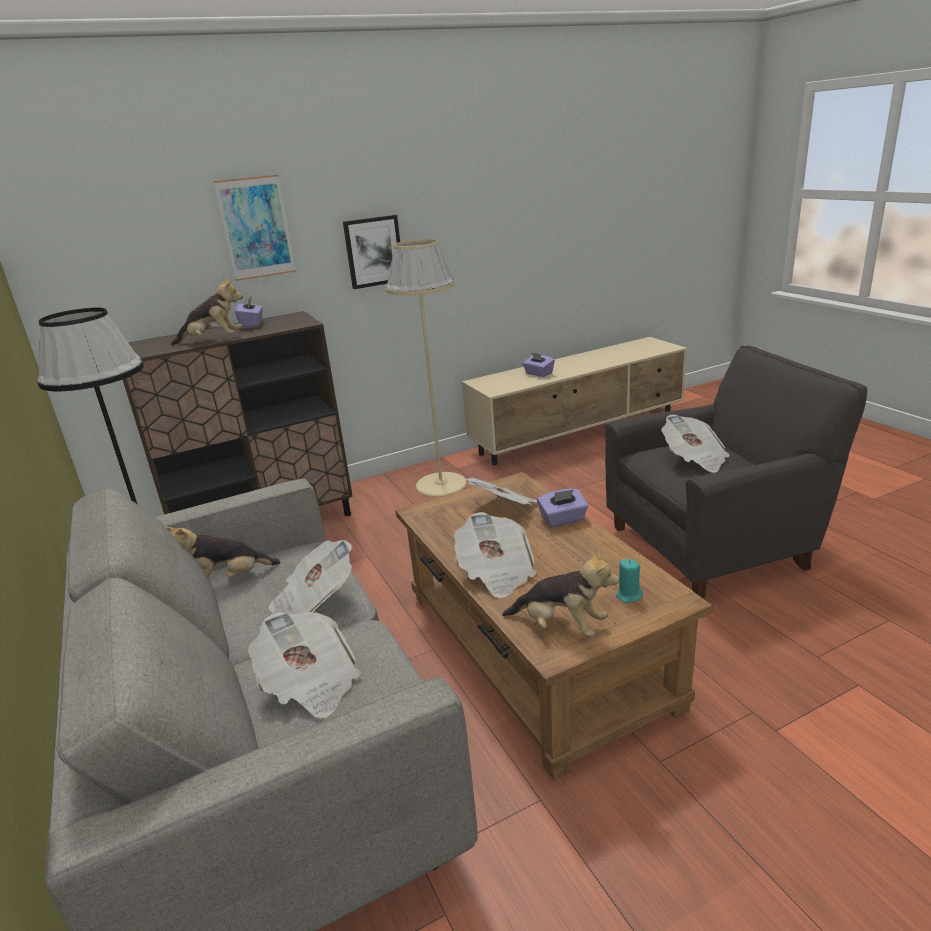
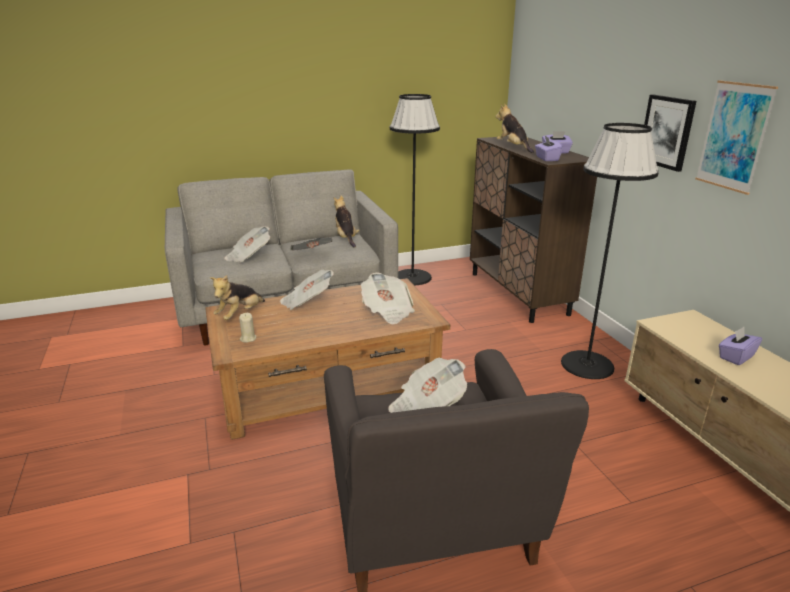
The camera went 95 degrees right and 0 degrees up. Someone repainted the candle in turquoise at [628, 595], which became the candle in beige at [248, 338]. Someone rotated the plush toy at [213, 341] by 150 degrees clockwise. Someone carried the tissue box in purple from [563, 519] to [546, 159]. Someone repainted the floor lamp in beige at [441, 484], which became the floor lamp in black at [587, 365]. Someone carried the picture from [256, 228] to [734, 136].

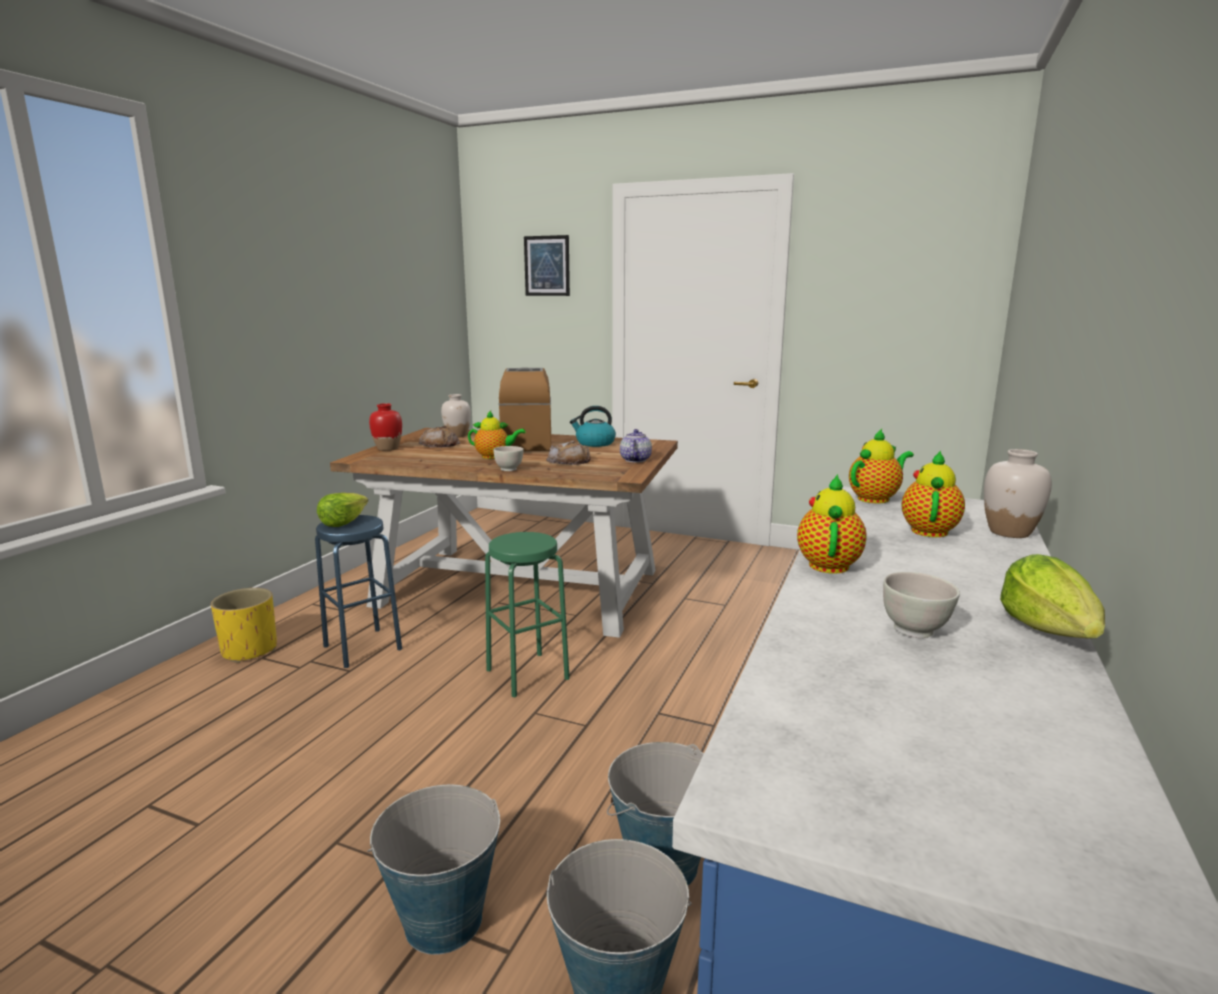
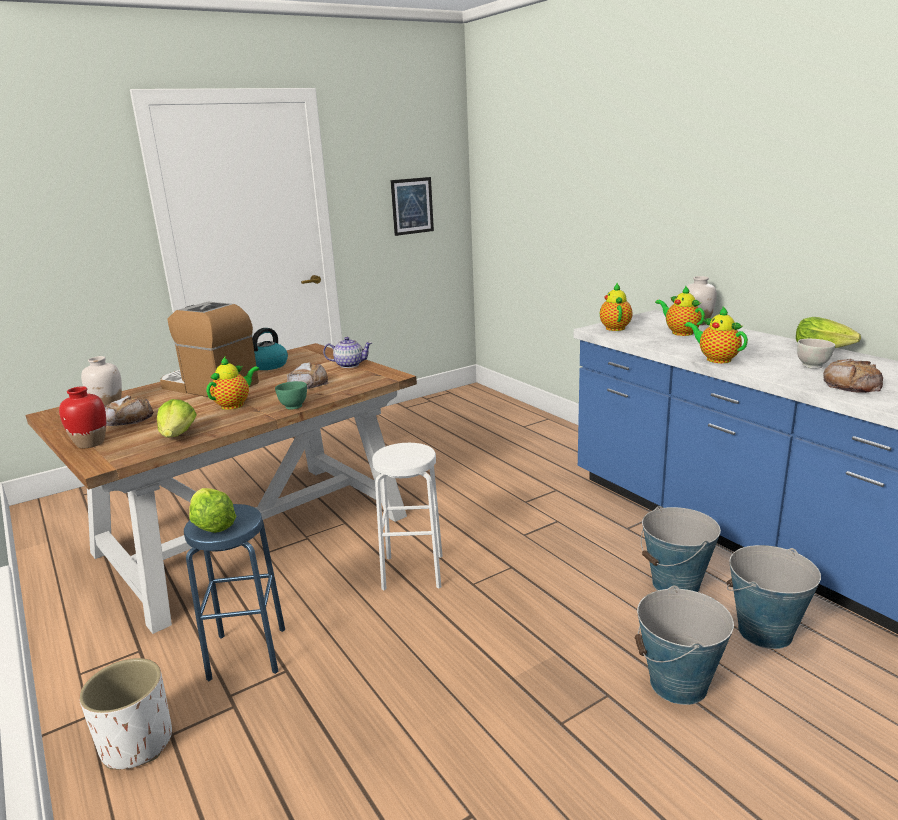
The camera went 55 degrees left and 5 degrees up. Someone repainted the planter in yellow at [249, 650], which became the planter in white at [137, 744]. Someone put down the lettuce at [178, 435]. Someone repainted the bowl in white at [509, 469], which became the bowl in green at [293, 406]. Someone rotated the teapot at [635, 460] by 135 degrees clockwise. Someone repainted the stool in green at [527, 674], which became the stool in white at [413, 572]. Someone carried the picture from [547, 266] to [412, 206]. Someone put down the bread at [852, 384].

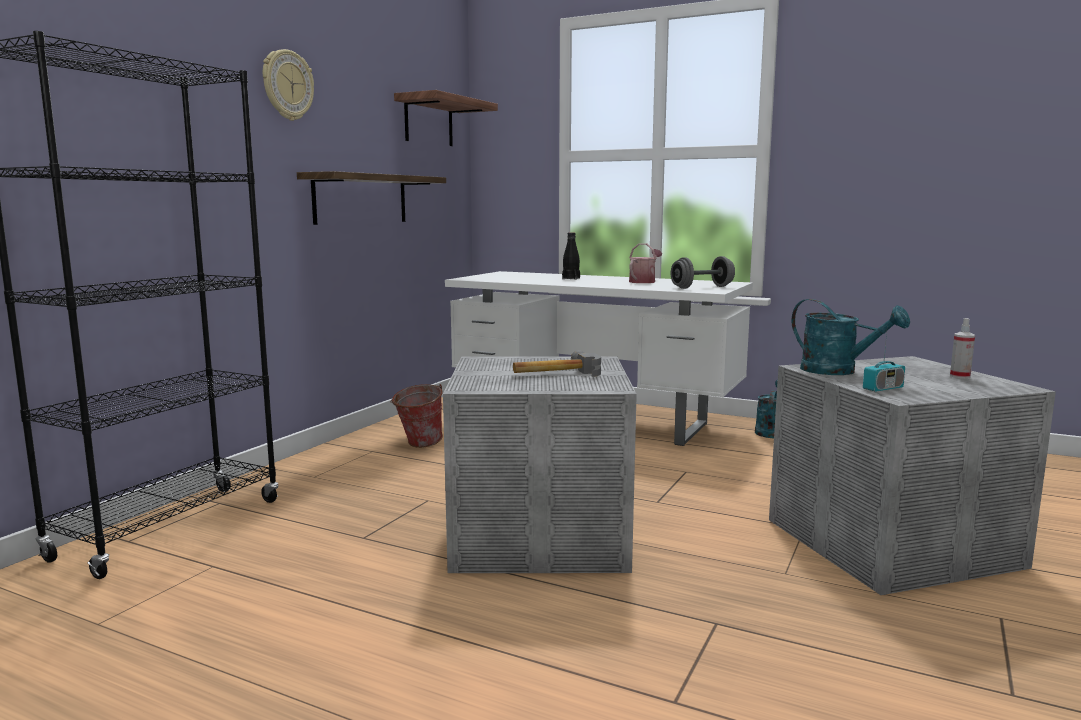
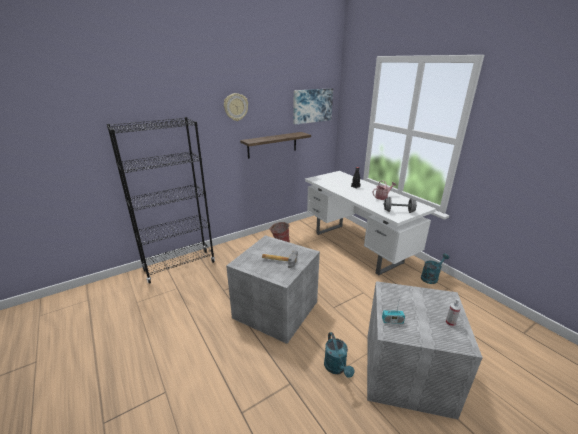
The camera went 30 degrees right and 15 degrees up. Someone swapped the shelf at [428, 122] for the picture at [312, 105]. Someone carried the watering can in turquoise from [838, 371] to [337, 368].

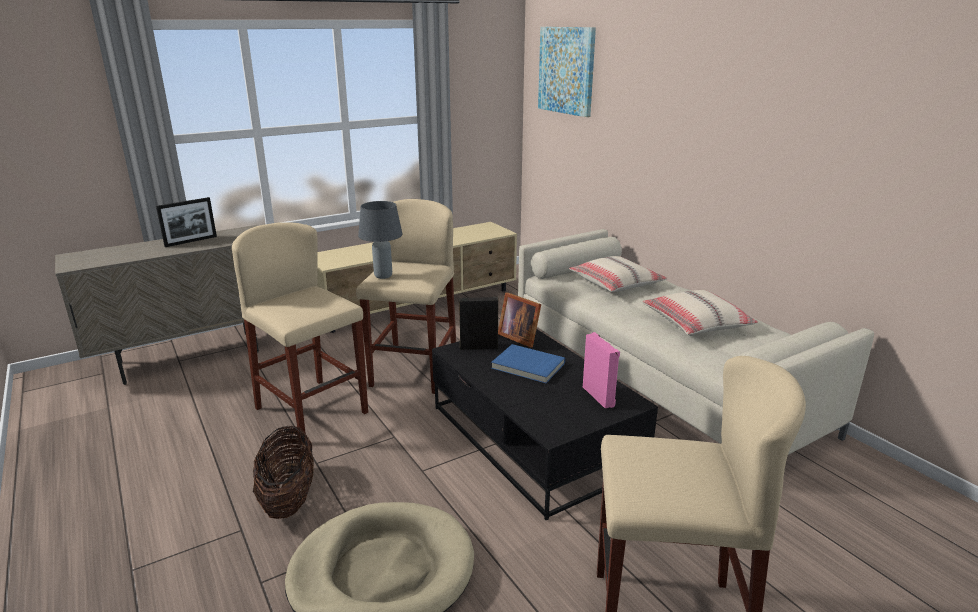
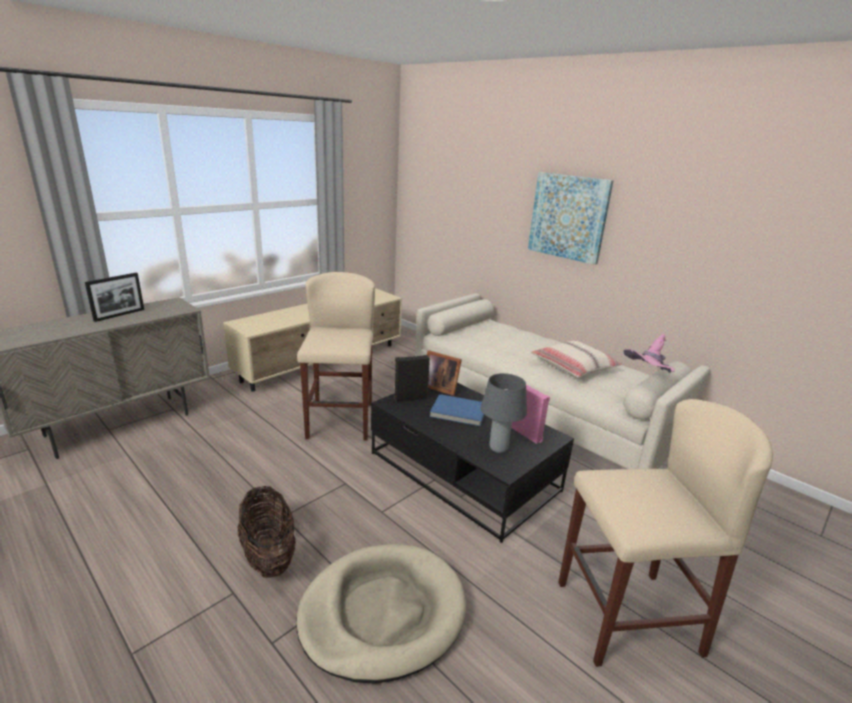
The camera went 15 degrees left and 0 degrees up. Someone carried the table lamp in grey from [384, 276] to [499, 448]. Someone carried the picture from [566, 70] to [568, 217]. Someone put down the hat in pink at [647, 378]. Someone took away the stool in beige at [312, 410]. Someone took away the pillow in beige at [616, 283].

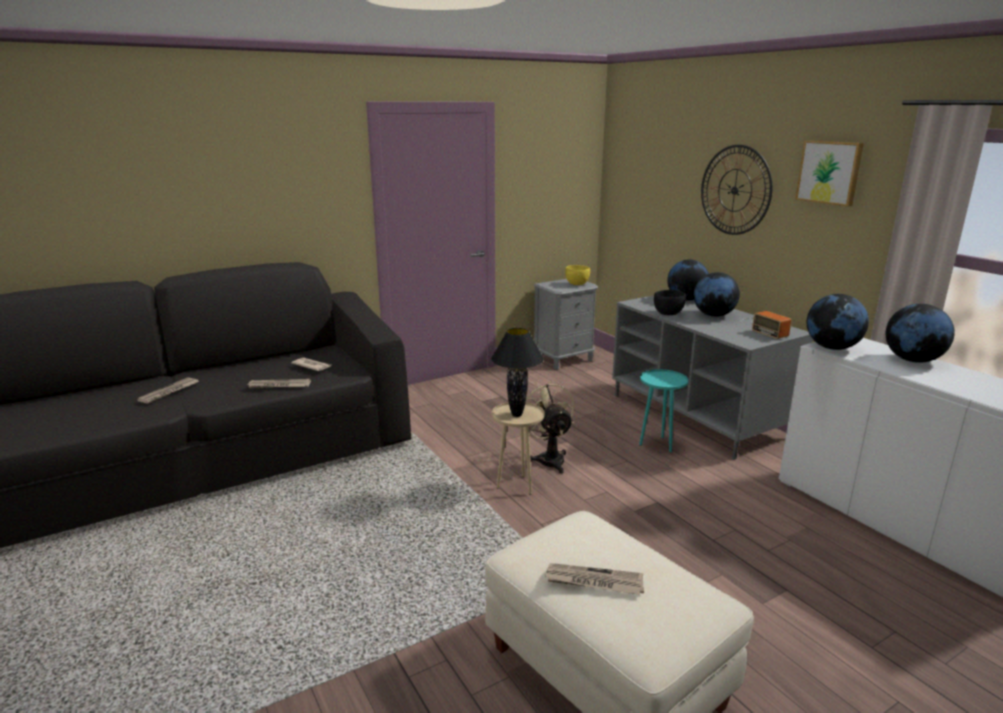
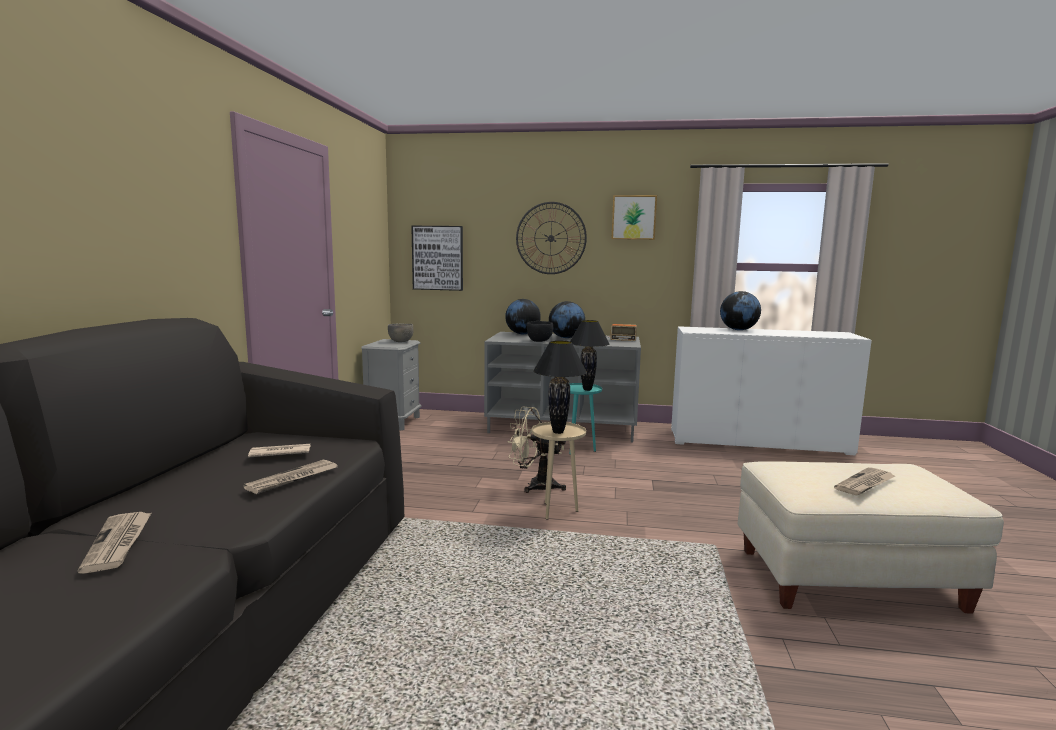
The camera went 50 degrees left and 10 degrees down. Someone repainted the bowl in yellow at [577, 284], which became the bowl in grey at [401, 342]. Someone put up the picture at [438, 258]. Someone put down the table lamp in black at [587, 389]. Someone took away the globe at [832, 348].

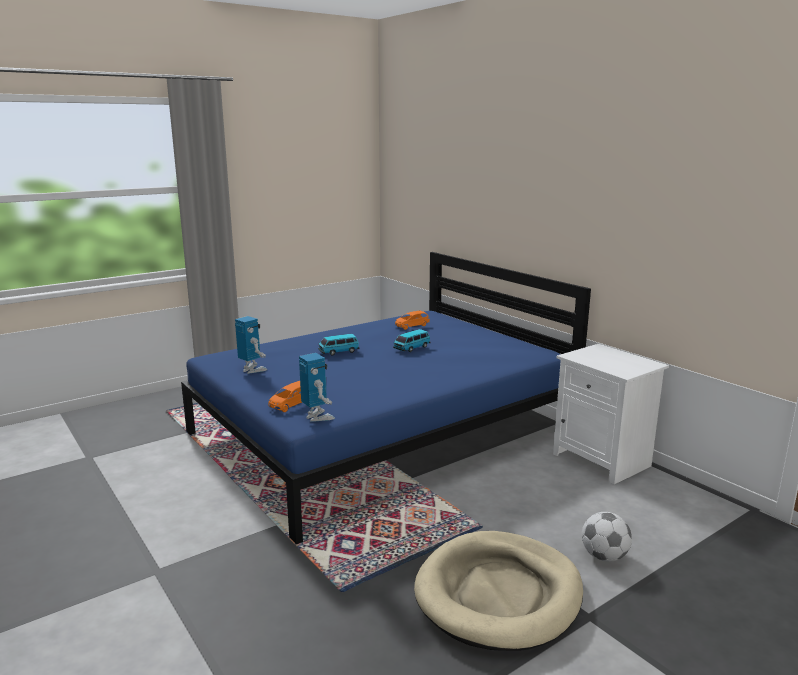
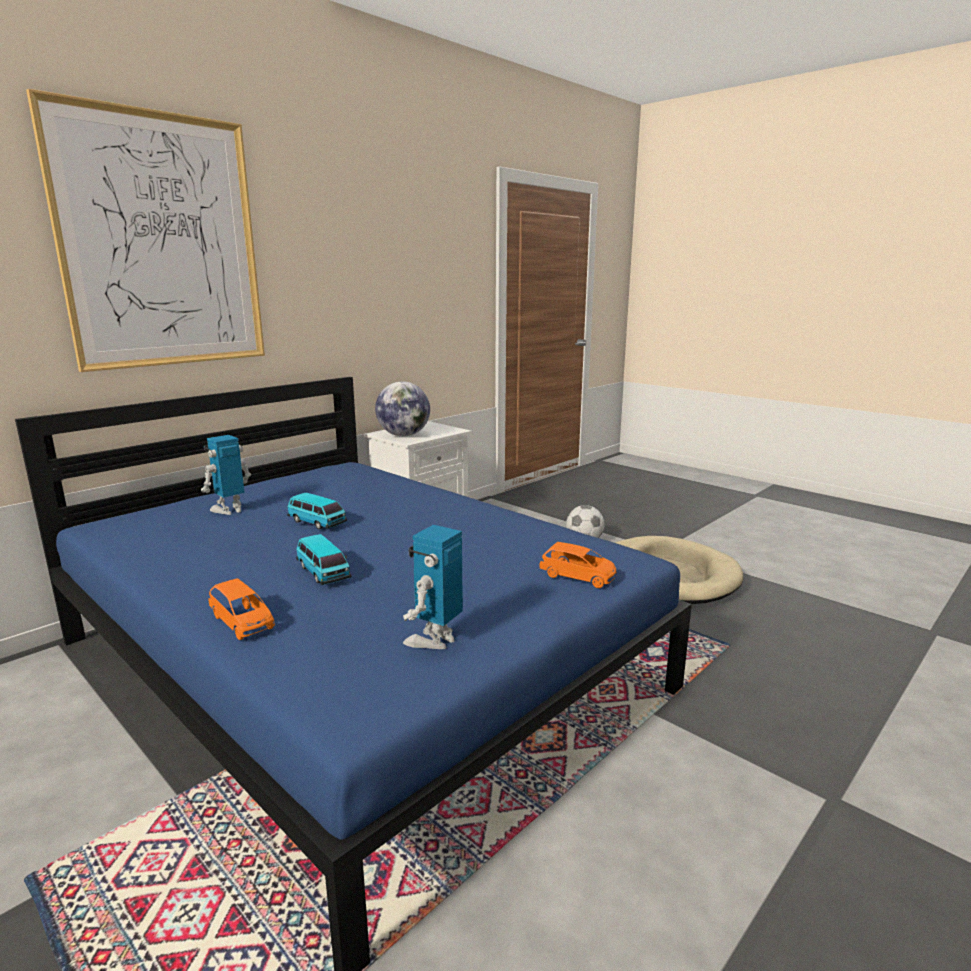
The camera went 100 degrees left and 0 degrees up. Someone put up the picture at [162, 242]. Someone carried the toy robot from [317, 417] to [230, 510]. Someone carried the toy car in orange from [411, 326] to [243, 622]. Someone put down the globe at [403, 435].

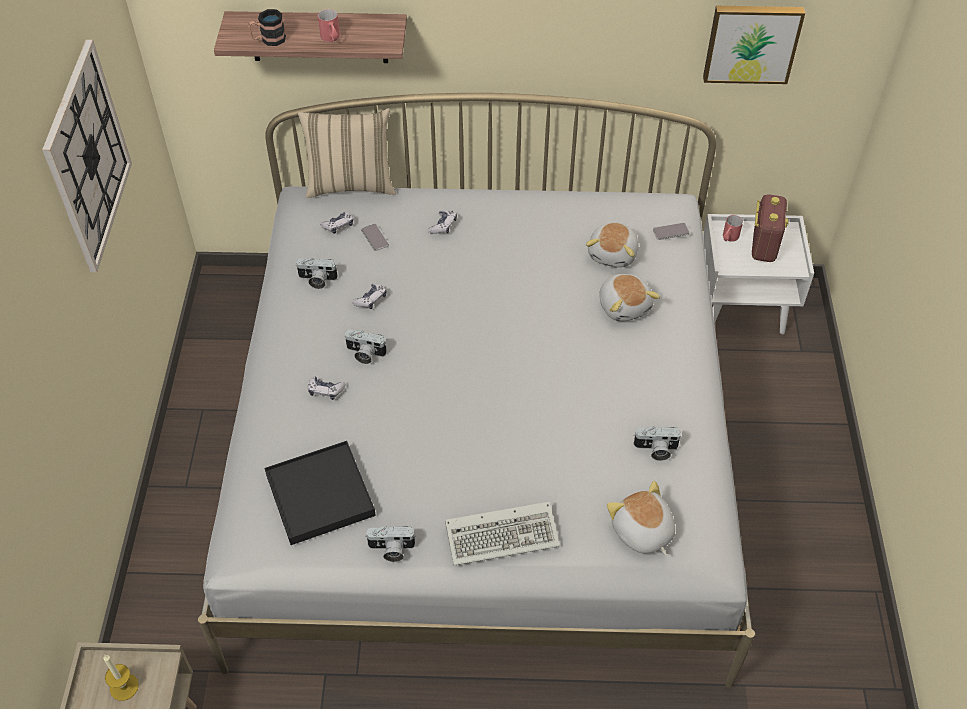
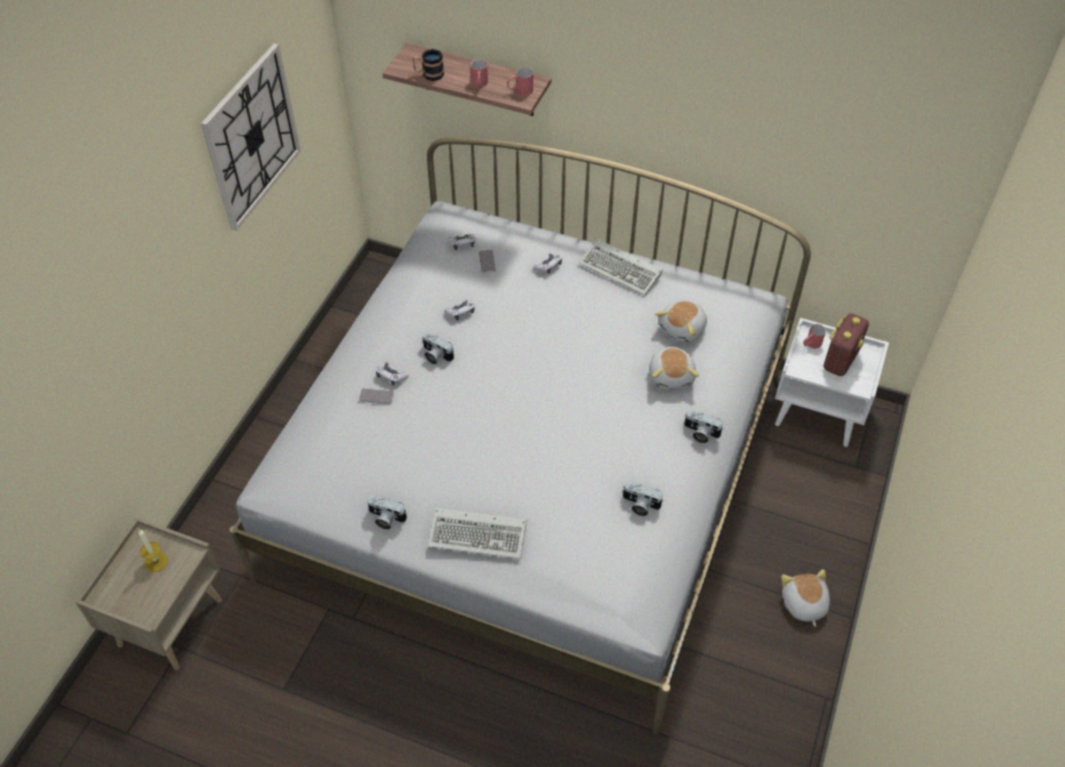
The camera went 20 degrees right and 0 degrees up. Someone carried the phone from [671, 232] to [376, 397]. Someone put down the mug in red at [520, 91]. Someone put down the keyboard at [622, 270]. Someone carried the photo camera from [317, 280] to [700, 433]. Someone carried the plush toy from [642, 532] to [803, 604]. Someone took away the tray in black at [320, 495]. Someone took away the pillow in beige at [351, 184]. Someone took away the picture at [751, 42].

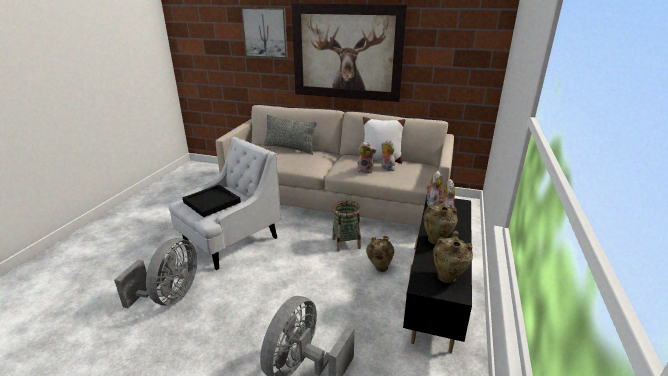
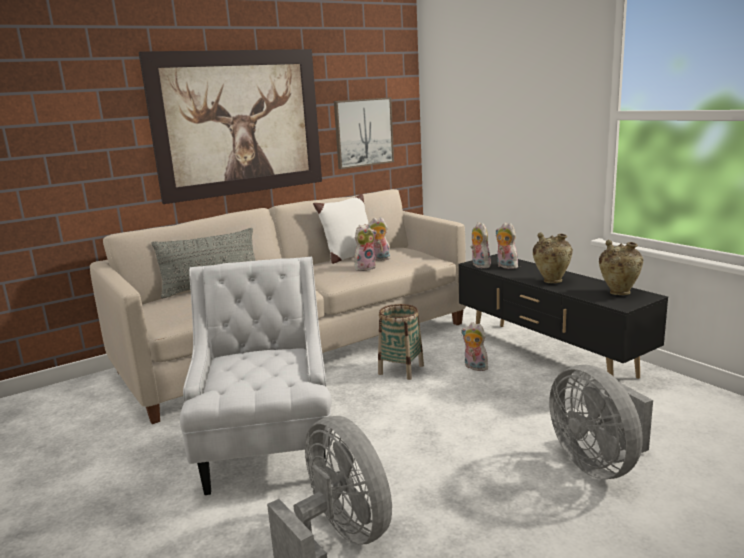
The camera went 50 degrees left and 10 degrees down. Someone carried the picture from [265, 33] to [363, 132]. Someone swapped the vase in beige at [379, 268] for the plush toy at [474, 367]. Someone took away the tray in black at [211, 202].

